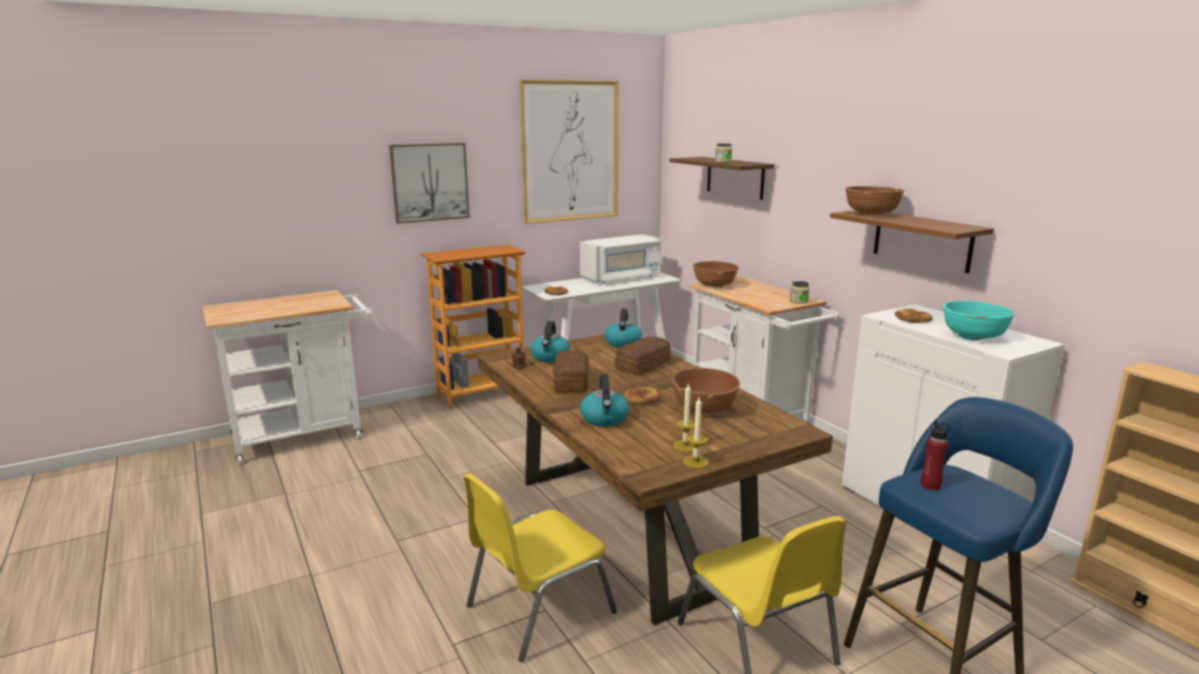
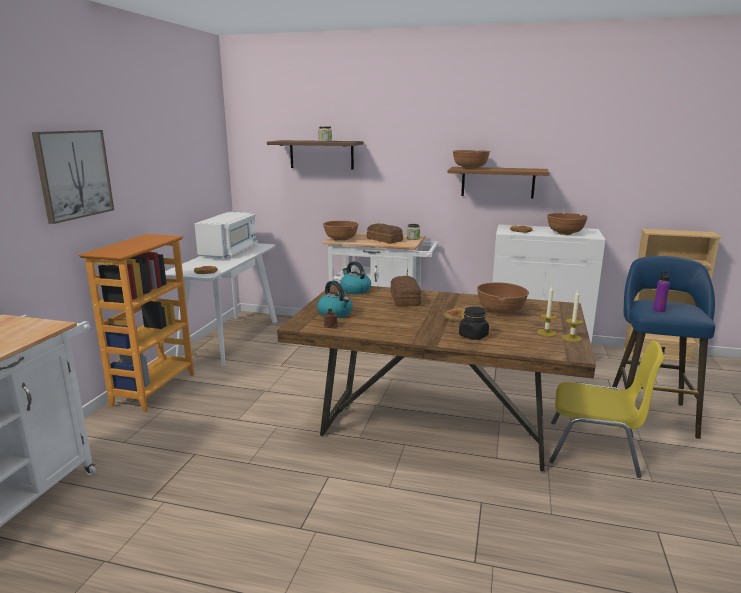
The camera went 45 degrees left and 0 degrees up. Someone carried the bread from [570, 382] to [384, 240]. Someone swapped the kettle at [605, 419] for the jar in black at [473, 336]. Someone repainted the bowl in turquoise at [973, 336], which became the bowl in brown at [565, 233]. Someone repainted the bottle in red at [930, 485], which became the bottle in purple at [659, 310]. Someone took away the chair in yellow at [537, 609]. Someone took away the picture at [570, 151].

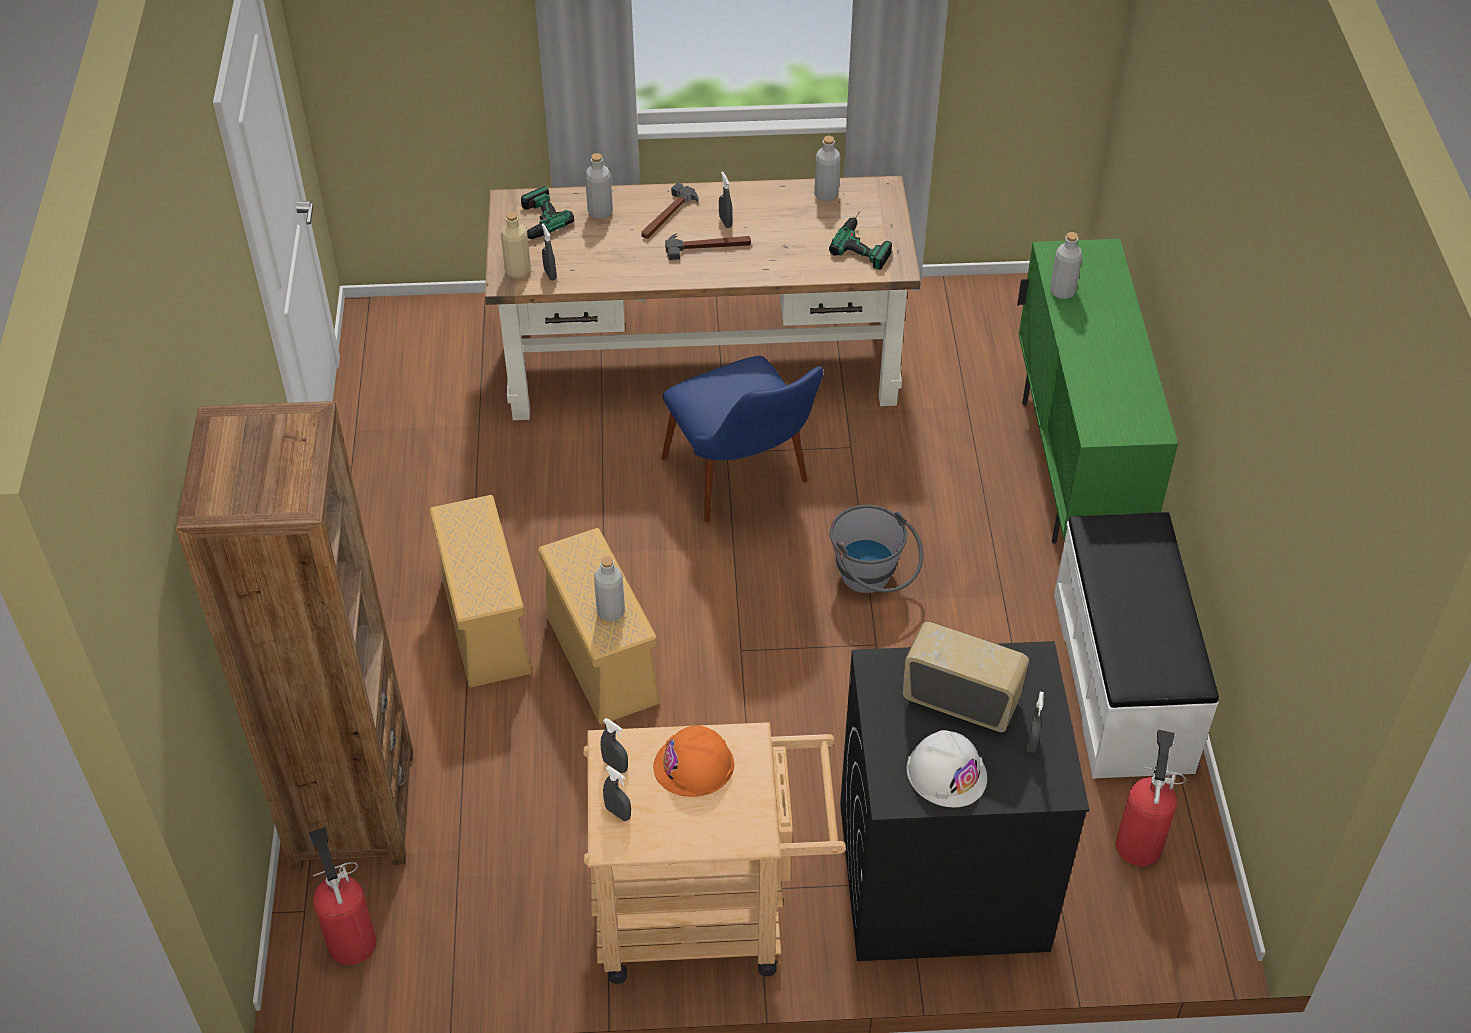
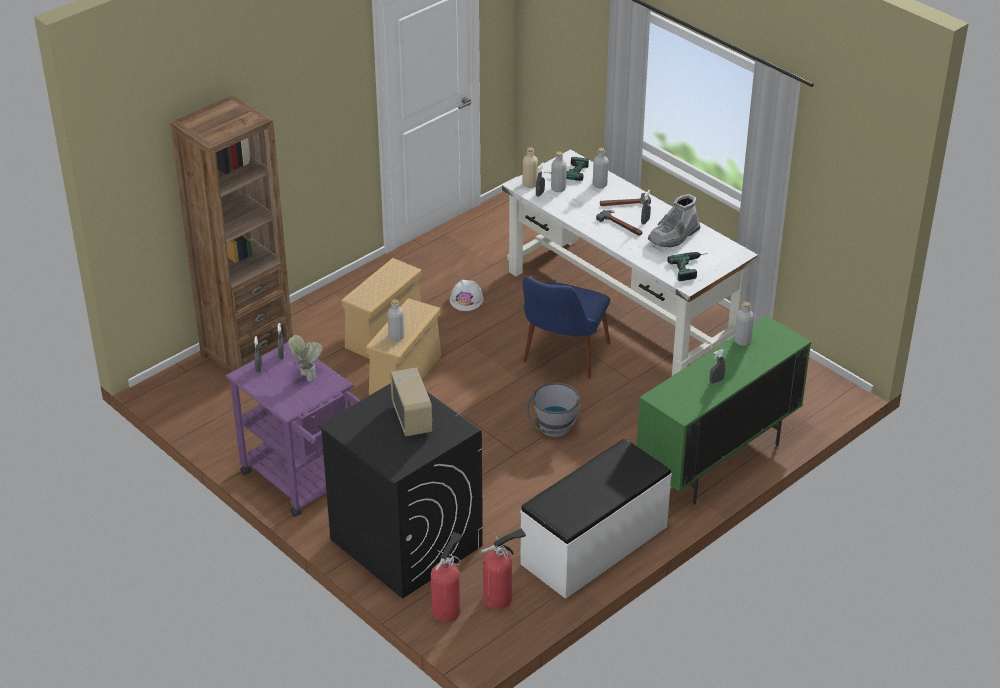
The camera went 50 degrees right and 10 degrees down. Someone repainted the cart in beige at [709, 914], which became the cart in purple at [306, 482]. Someone swapped the hard hat in orange at [694, 766] for the potted plant at [305, 376]. Someone carried the fire extinguisher from [350, 938] to [448, 609]. Someone carried the hard hat in white from [946, 773] to [466, 299]. Someone repainted the desk in brown at [704, 362], which became the desk in white at [623, 305]. Someone carried the bottle in grey from [826, 194] to [558, 188]. Someone put down the boot in grey at [674, 236]. Someone carried the spray bottle in grey from [1032, 742] to [716, 381].

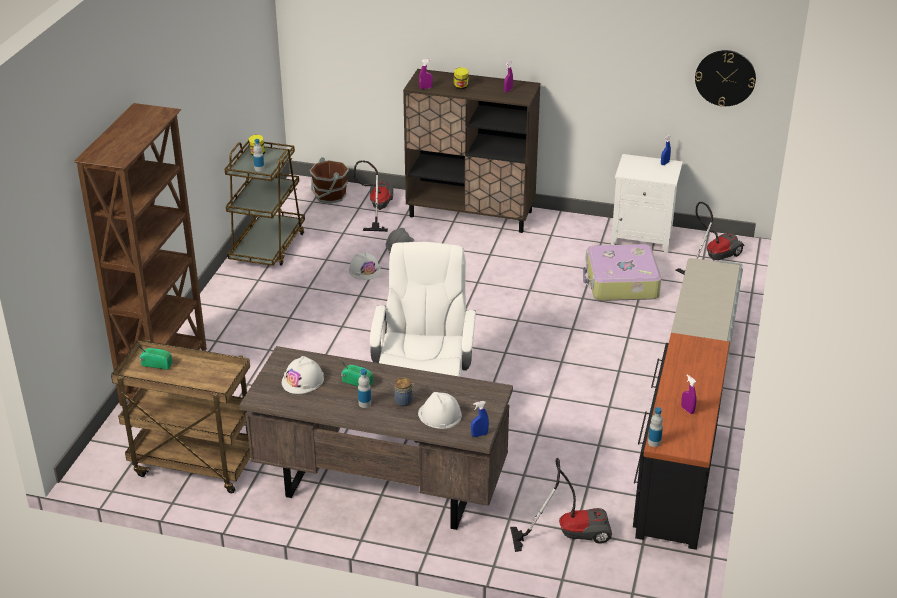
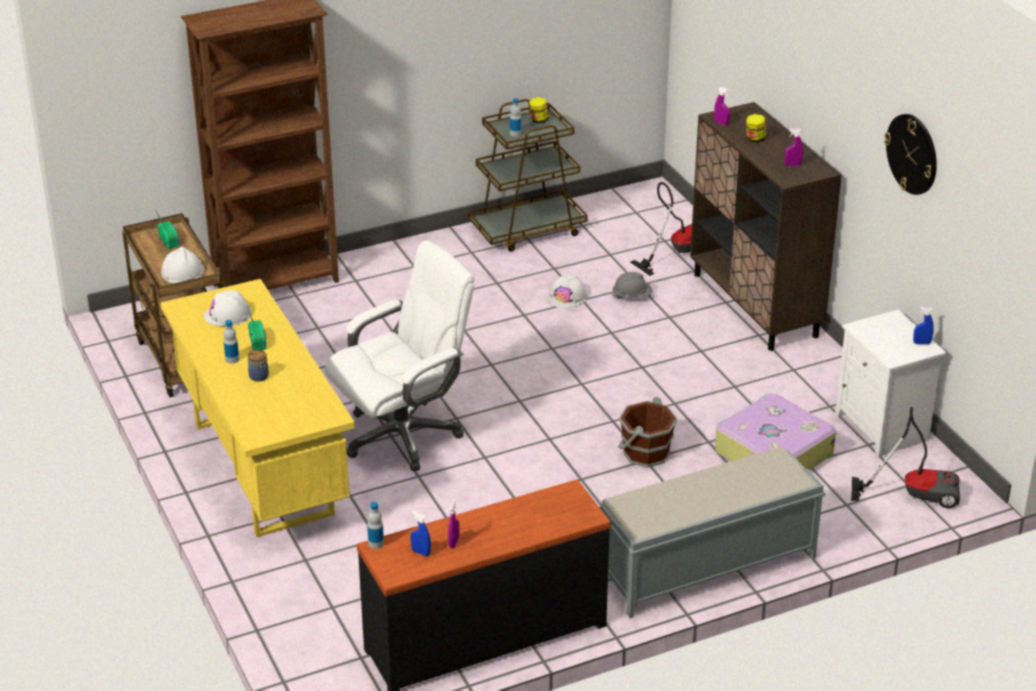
The camera went 50 degrees right and 0 degrees up. Someone repainted the desk in brown at [379, 489], which became the desk in yellow at [261, 468]. Someone carried the hard hat in white from [439, 415] to [182, 271]. Someone carried the spray bottle in blue from [479, 434] to [421, 552]. Someone carried the bucket in brown from [330, 195] to [645, 453]. Someone carried the wall clock from [725, 78] to [912, 154]. Someone took away the vacuum cleaner at [569, 532].

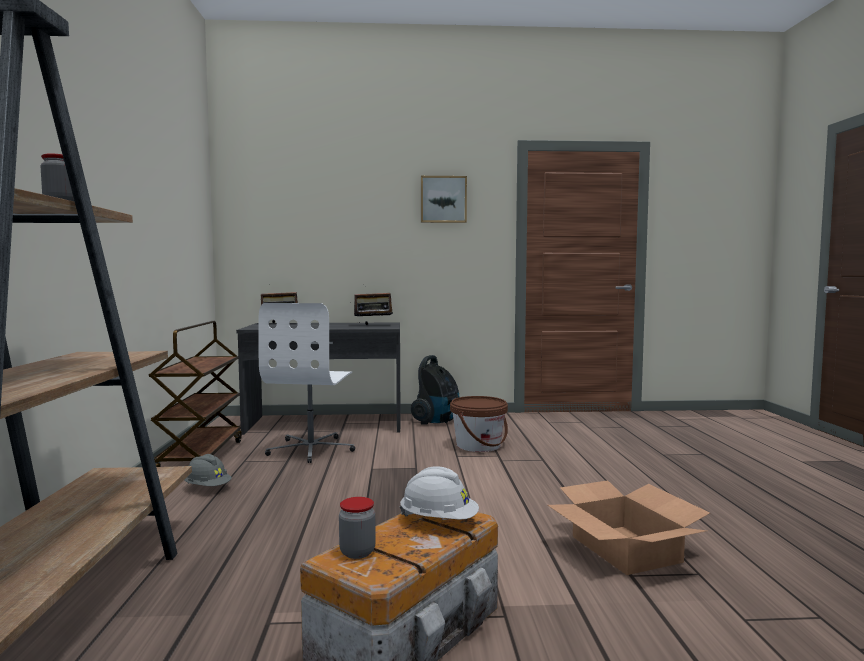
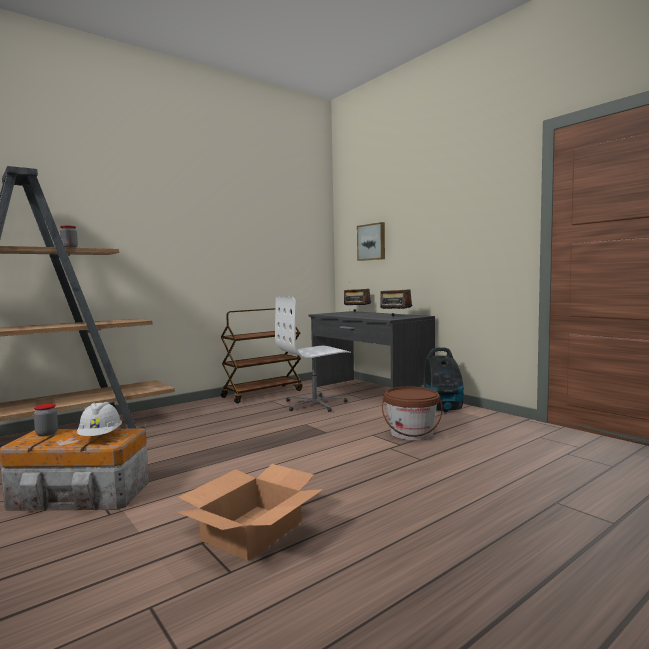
The camera went 55 degrees right and 0 degrees up. Someone carried the picture from [443, 199] to [372, 242]. Someone took away the hard hat in grey at [207, 488].

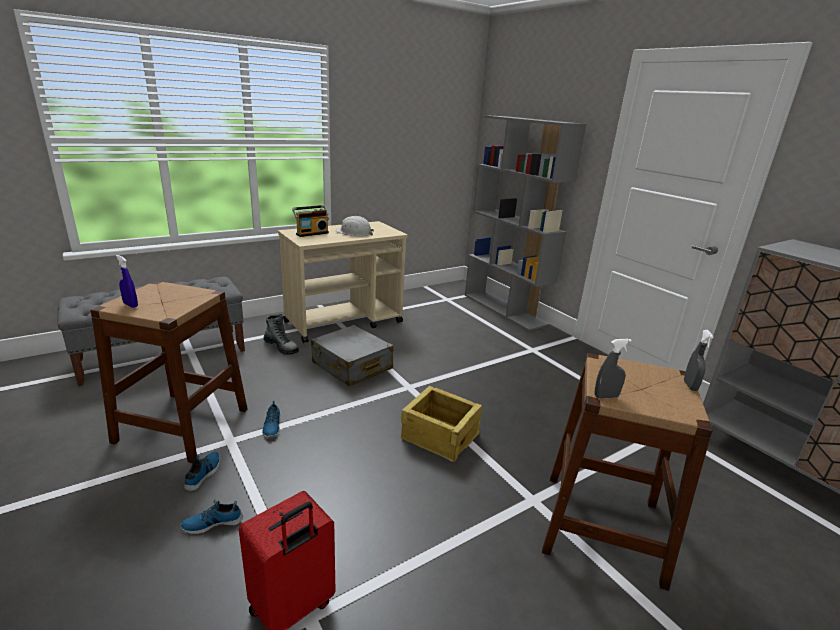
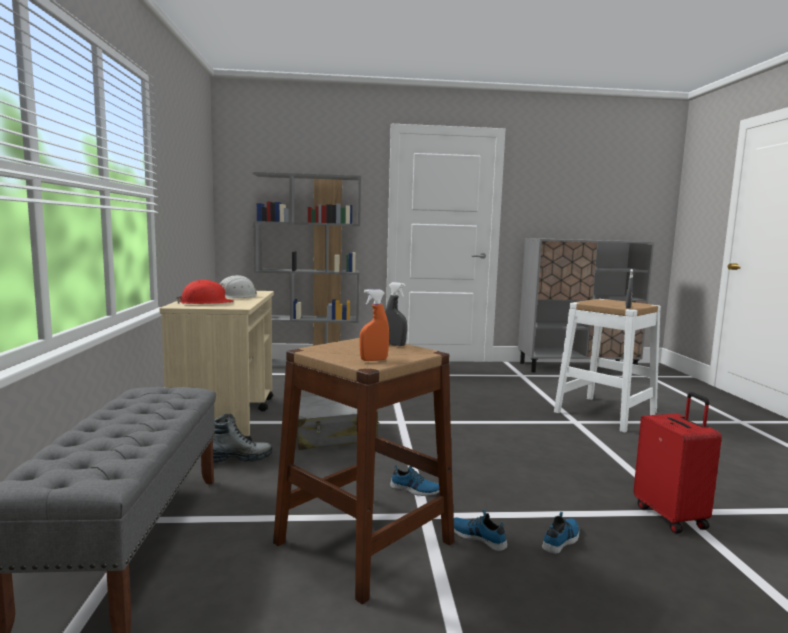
The camera went 60 degrees left and 15 degrees down. Someone swapped the radio at [311, 233] for the hard hat in red at [206, 303]. Someone repainted the spray bottle in blue at [130, 305], which became the spray bottle in orange at [373, 360]. Someone carried the spray bottle in grey from [690, 386] to [394, 345]. Someone rotated the shoe at [213, 522] by 150 degrees counterclockwise. Someone repainted the stool in brown at [602, 526], which became the stool in white at [605, 413]. Someone took away the crate at [440, 435].

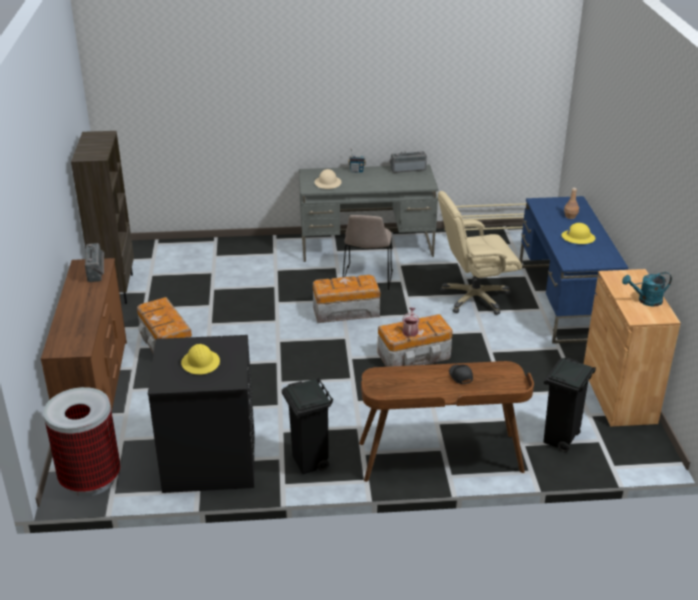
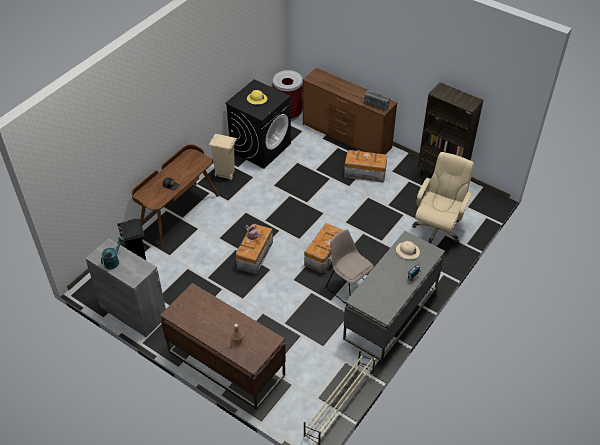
The camera went 130 degrees right and 15 degrees up. Someone repainted the cabinet in brown at [619, 395], which became the cabinet in grey at [133, 311]. Someone repainted the desk in blue at [563, 302], which became the desk in brown at [225, 363]. Someone repainted the trash can in black at [310, 462], which became the trash can in beige at [225, 174]. Someone carried the office chair in beige from [474, 298] to [437, 228]. Someone took away the radio at [407, 169]. Someone took away the hard hat in yellow at [578, 237].

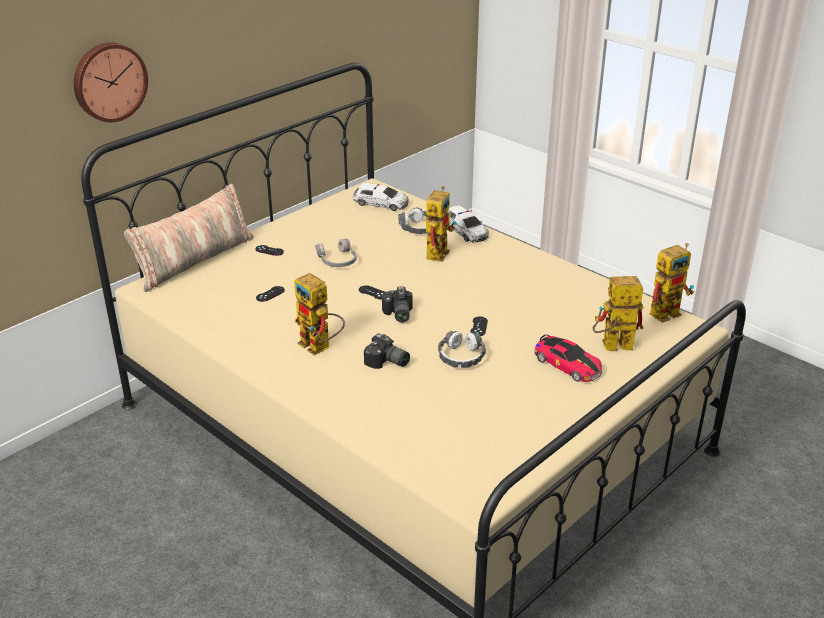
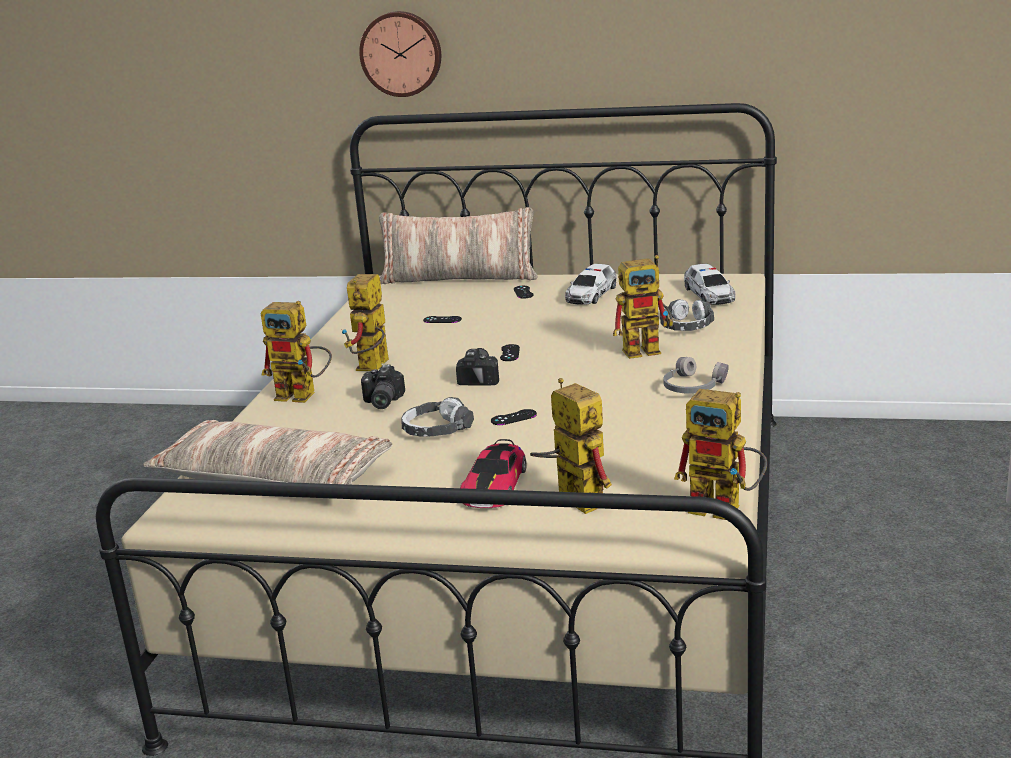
The camera went 60 degrees right and 10 degrees down. Someone put down the pillow at [273, 478]. Someone put down the toy robot at [304, 395]. Someone rotated the photo camera at [397, 314] by 135 degrees clockwise. Someone carried the toy car from [465, 231] to [591, 294]. Someone carried the headphones in grey from [337, 261] to [692, 387].

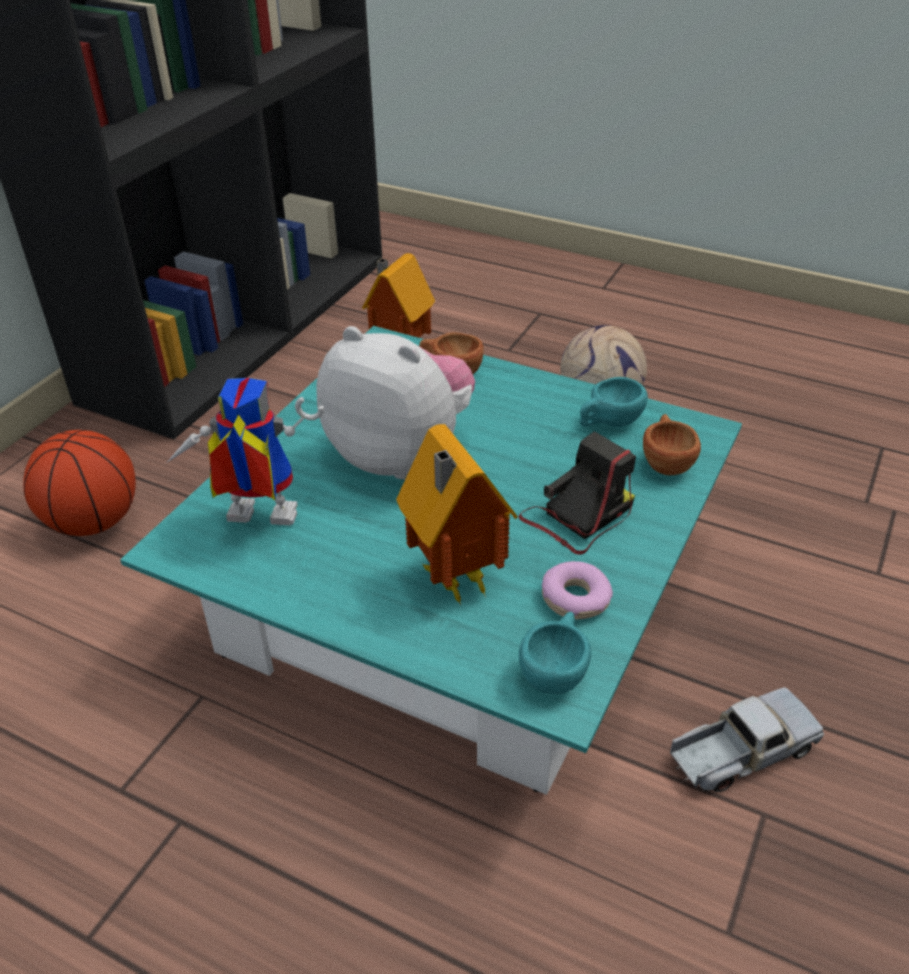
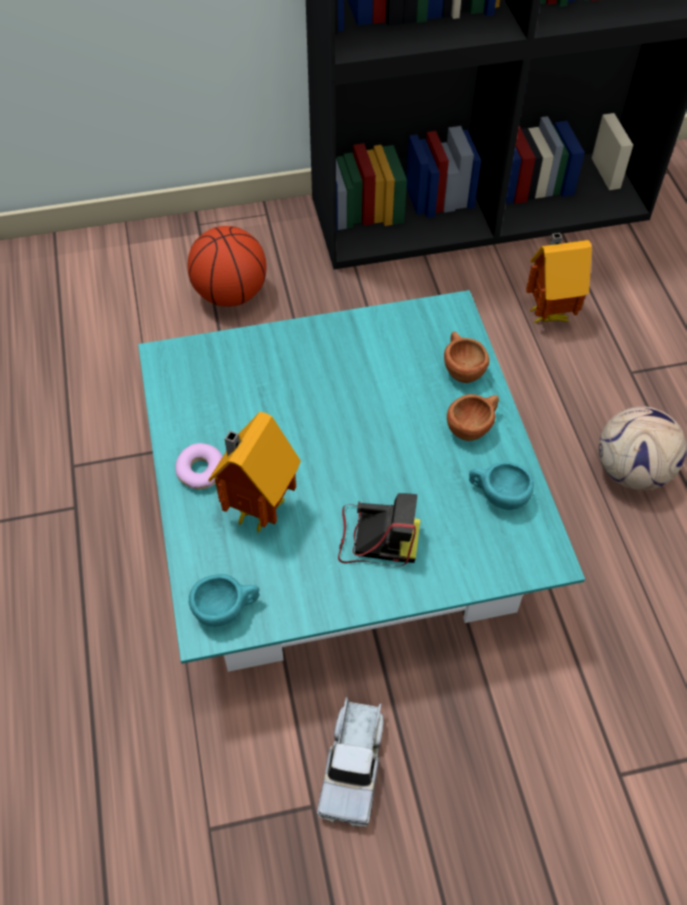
The camera went 50 degrees right and 15 degrees up. Someone carried the donut from [575, 599] to [200, 471]. Someone rotated the toy truck at [741, 752] by 75 degrees clockwise. Someone carried the cup in brown from [666, 461] to [473, 426]. Someone took away the toy robot at [254, 521]. Someone took away the plush toy at [401, 455].

